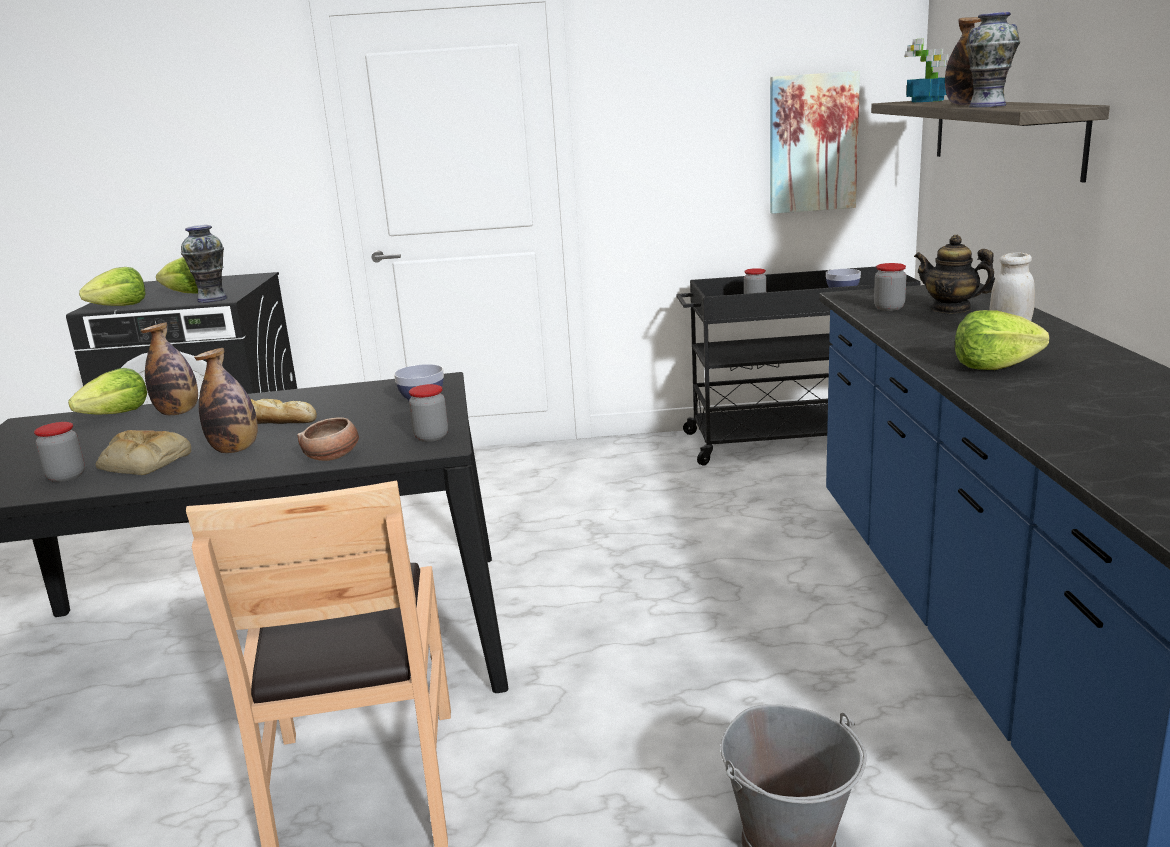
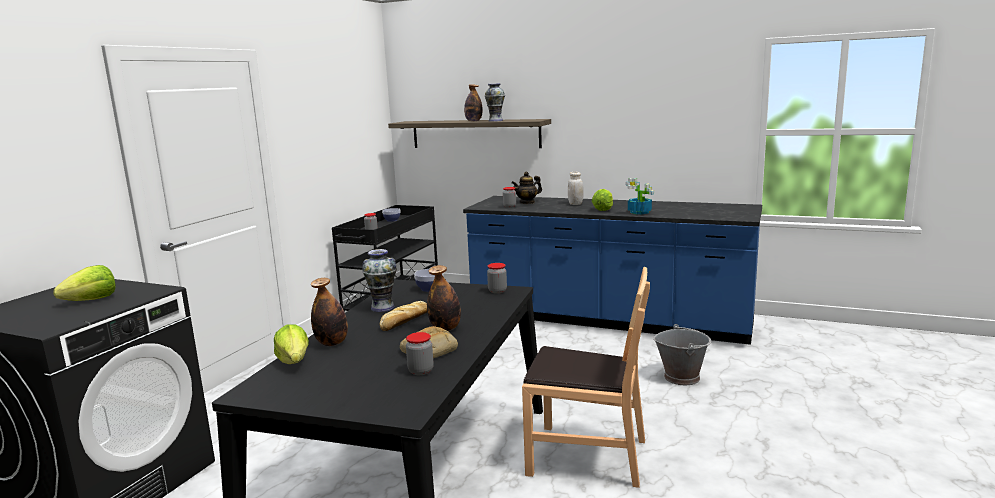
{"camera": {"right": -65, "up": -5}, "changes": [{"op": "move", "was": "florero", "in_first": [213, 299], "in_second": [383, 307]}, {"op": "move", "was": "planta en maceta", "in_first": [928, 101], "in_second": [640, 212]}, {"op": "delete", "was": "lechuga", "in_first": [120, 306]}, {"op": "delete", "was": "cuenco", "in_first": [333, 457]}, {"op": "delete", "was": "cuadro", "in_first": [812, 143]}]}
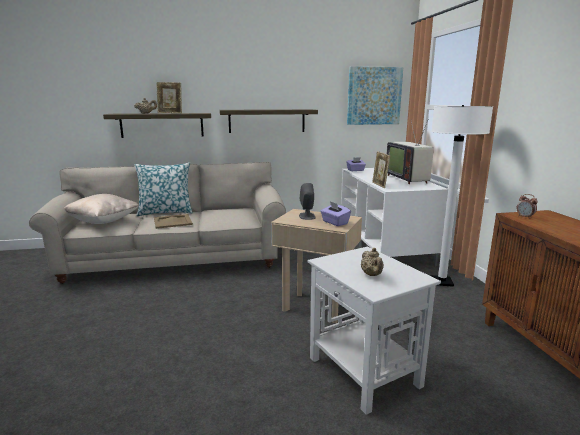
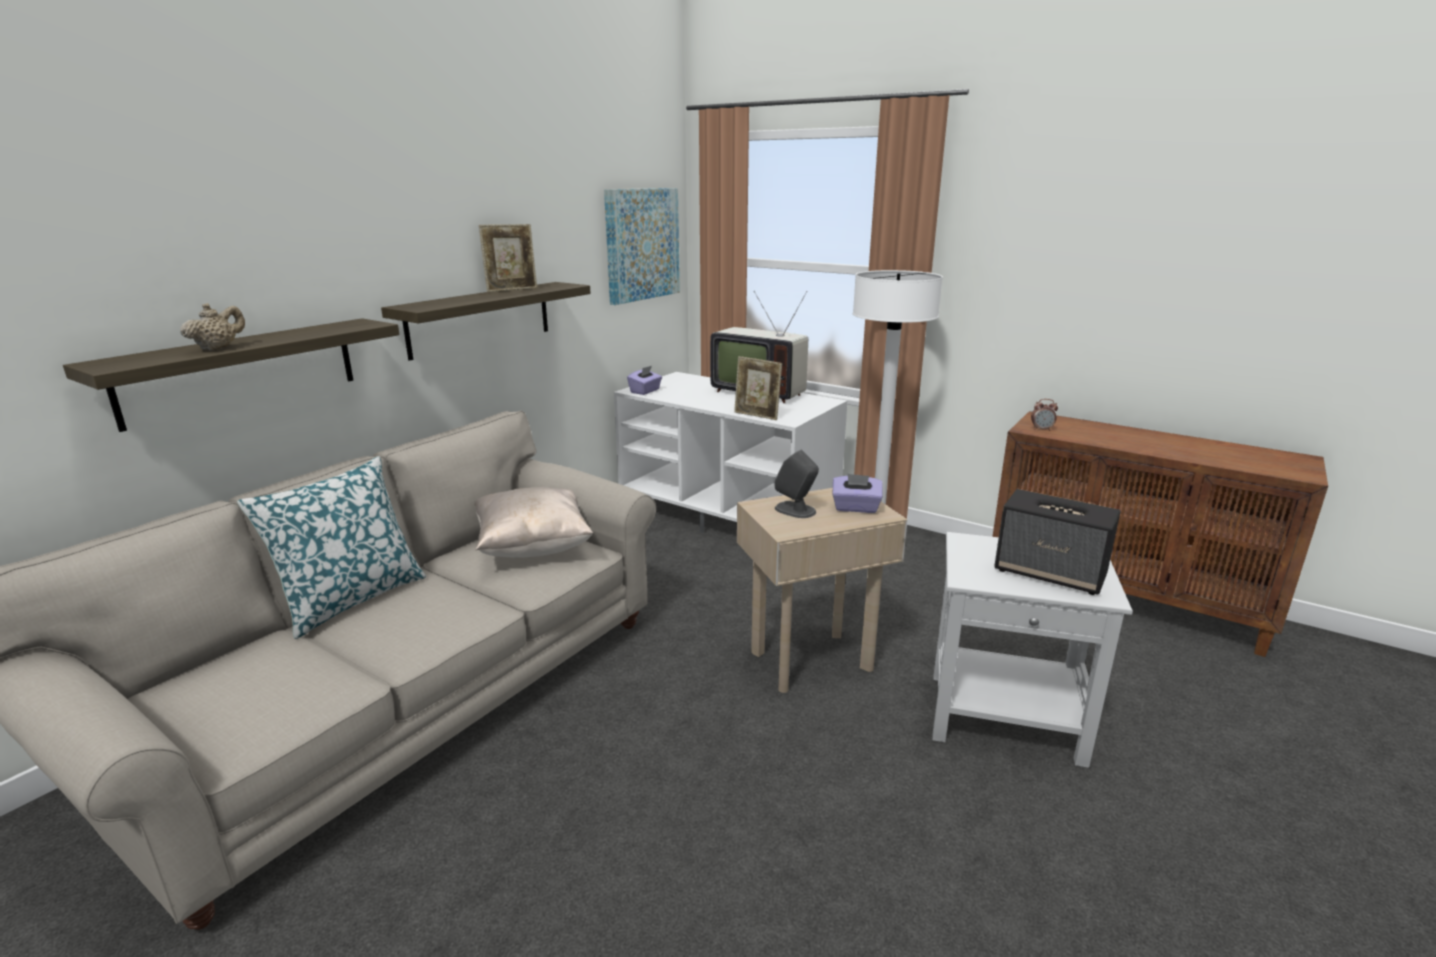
{"camera": {"right": -45, "up": 5}, "changes": [{"op": "move", "was": "cojín [beis]", "in_first": [103, 221], "in_second": [533, 547]}, {"op": "move", "was": "portarretratos", "in_first": [170, 113], "in_second": [512, 290]}, {"op": "replace", "was": "tetera [beis]", "now": "altavoz", "in_first": [372, 275], "in_second": [1051, 574]}, {"op": "delete", "was": "bandeja [beis]", "in_first": [172, 221]}]}
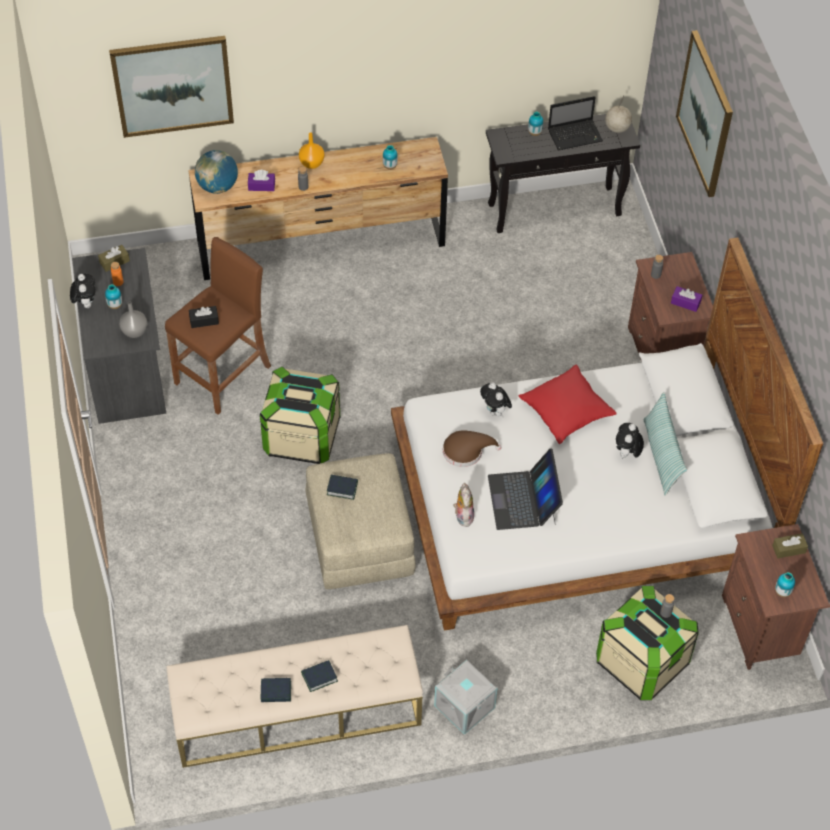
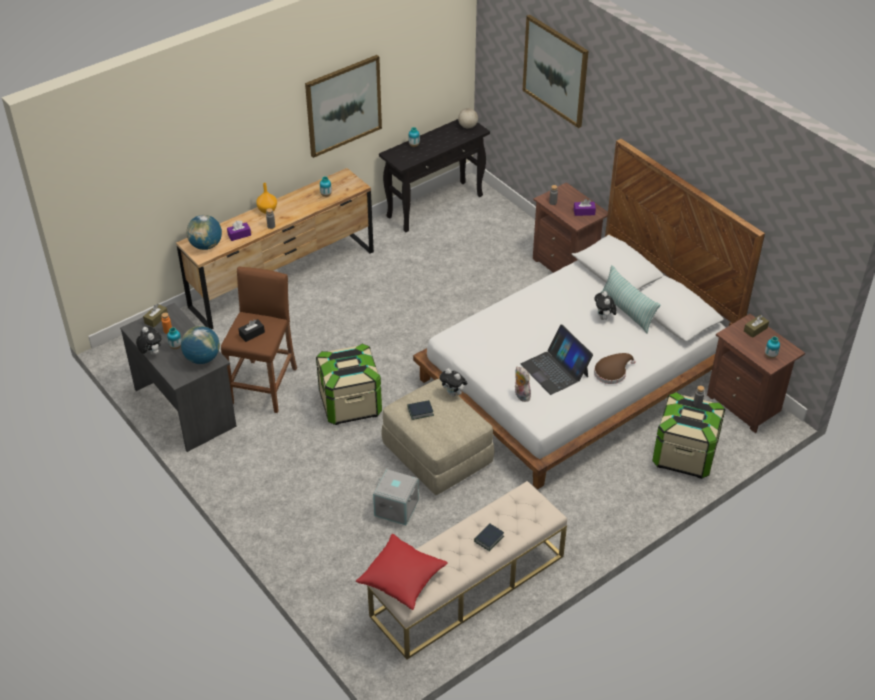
{"camera": {"right": -25, "up": -10}, "changes": [{"op": "replace", "was": "florero [gris]", "now": "globo terráqueo", "in_first": [134, 331], "in_second": [202, 358]}, {"op": "move", "was": "cuadro", "in_first": [173, 85], "in_second": [343, 105]}, {"op": "move", "was": "cojín [rojo]", "in_first": [566, 411], "in_second": [402, 578]}, {"op": "move", "was": "caja de almacenaje [gris]", "in_first": [465, 706], "in_second": [397, 507]}, {"op": "move", "was": "peluche", "in_first": [495, 412], "in_second": [453, 393]}, {"op": "move", "was": "sombrero [marrón]", "in_first": [466, 451], "in_second": [612, 372]}, {"op": "delete", "was": "libro", "in_first": [276, 692]}, {"op": "delete", "was": "portátil", "in_first": [576, 135]}]}
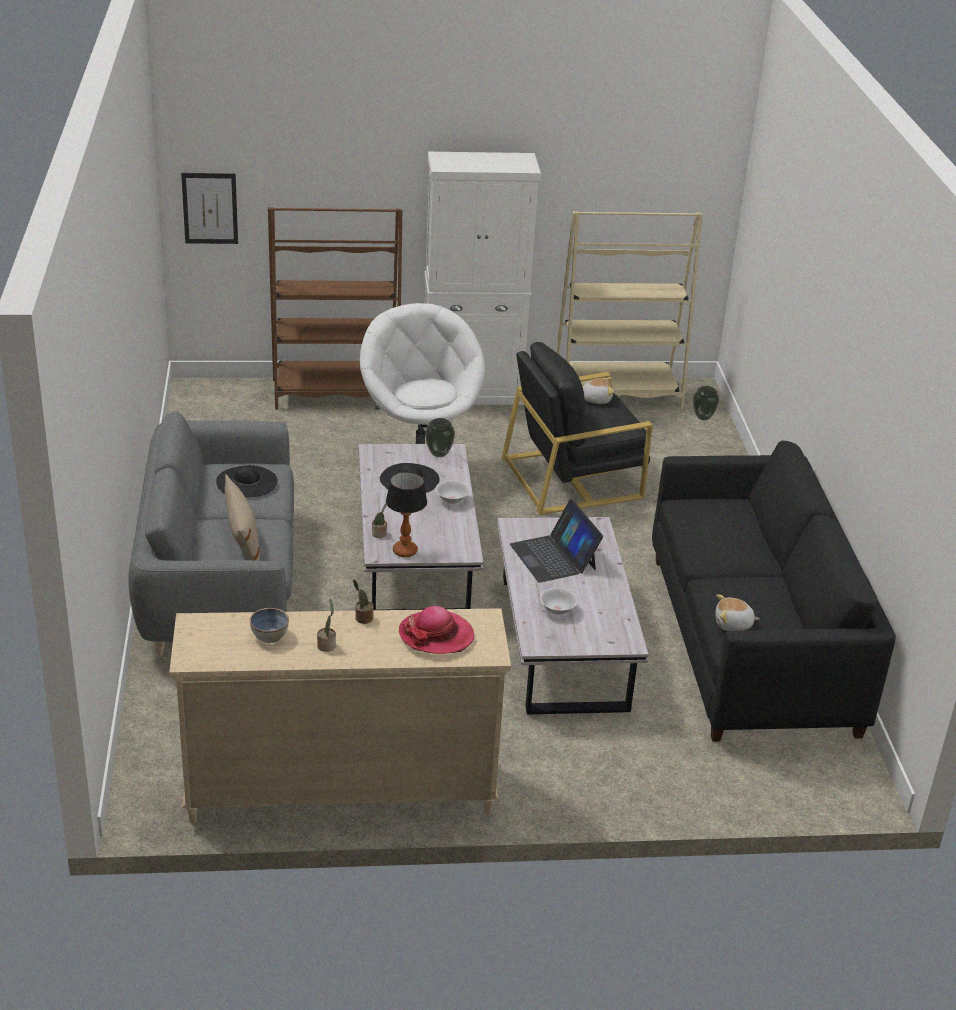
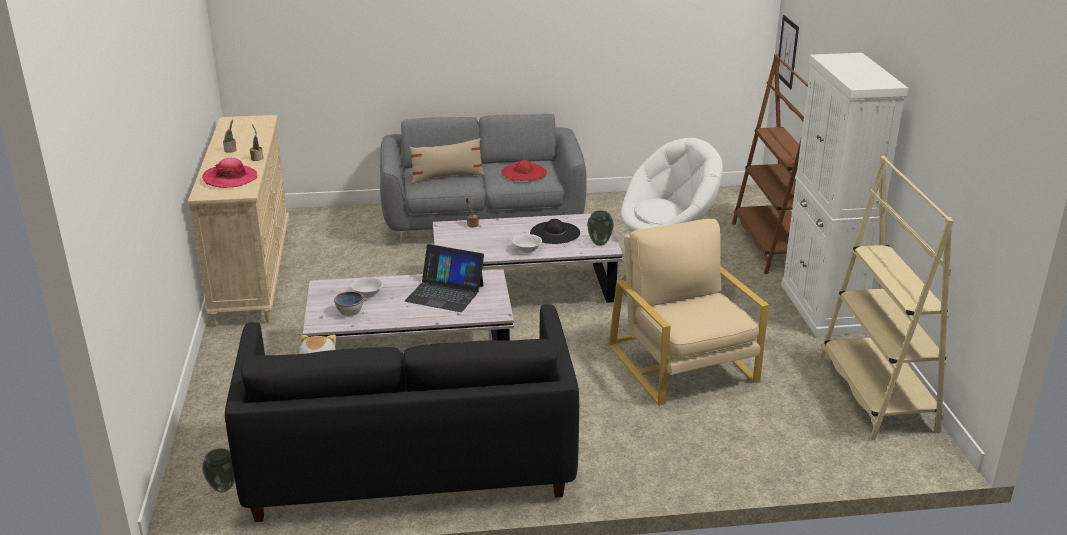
{"camera": {"right": 90, "up": -5}, "changes": [{"op": "move", "was": "florero", "in_first": [703, 418], "in_second": [223, 488]}, {"op": "move", "was": "cuenco", "in_first": [269, 635], "in_second": [350, 311]}, {"op": "rotate", "was": "portátil", "in_first": [554, 557], "in_second": [445, 293], "clockwise": -135}, {"op": "recolor", "was": "sombrero [negro]", "now": "sombrero [rojo]", "in_first": [246, 482], "in_second": [524, 172]}, {"op": "recolor", "was": "sillón [negro]", "now": "sillón [beis]", "in_first": [573, 477], "in_second": [683, 364]}, {"op": "delete", "was": "lámpara de mesa", "in_first": [405, 551]}, {"op": "delete", "was": "peluche", "in_first": [596, 399]}]}
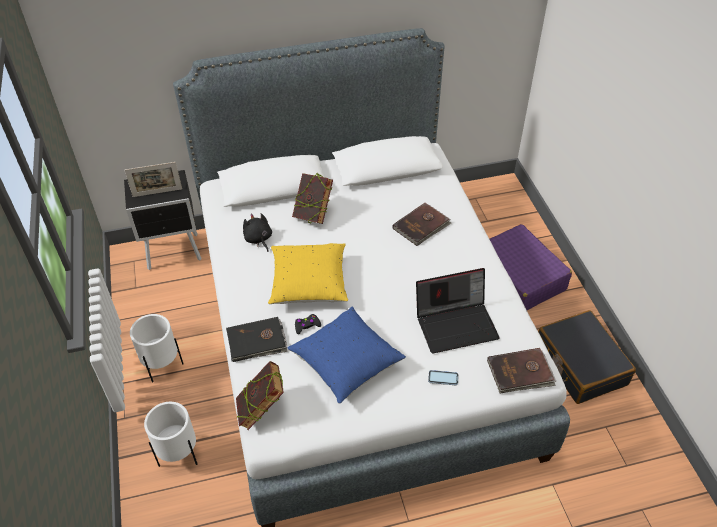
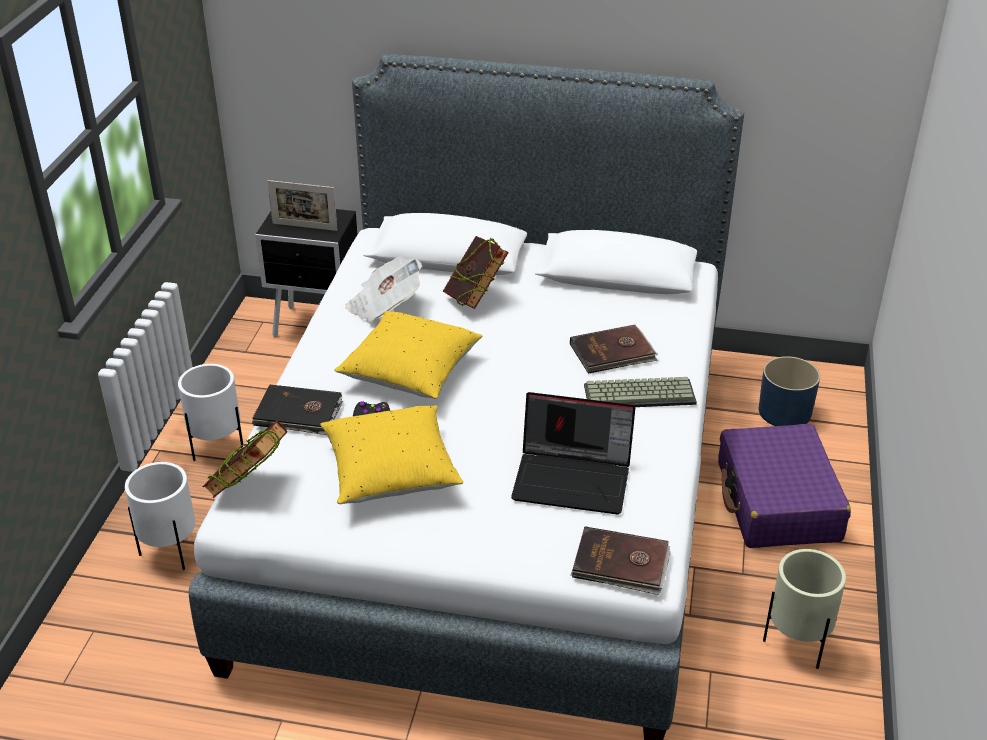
{"camera": {"right": 25, "up": -10}, "changes": [{"op": "recolor", "was": "cojín [azul]", "now": "cojín [amarillo]", "in_first": [346, 363], "in_second": [391, 473]}, {"op": "replace", "was": "peluche [negro]", "now": "periódico", "in_first": [258, 239], "in_second": [384, 306]}, {"op": "insert", "now": "teclado", "in_second": [640, 393]}, {"op": "insert", "now": "maceta [azul]", "in_second": [784, 412]}, {"op": "replace", "was": "maleta [negro]", "now": "maceta [beis]", "in_first": [580, 364], "in_second": [797, 645]}, {"op": "delete", "was": "móvil", "in_first": [443, 378]}]}
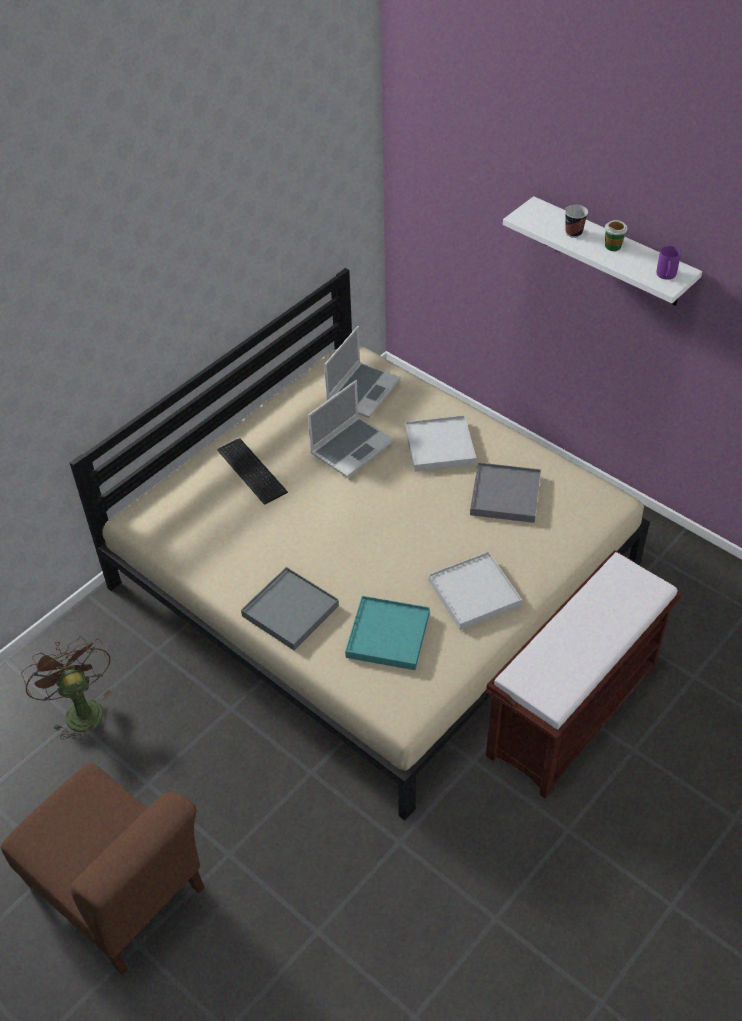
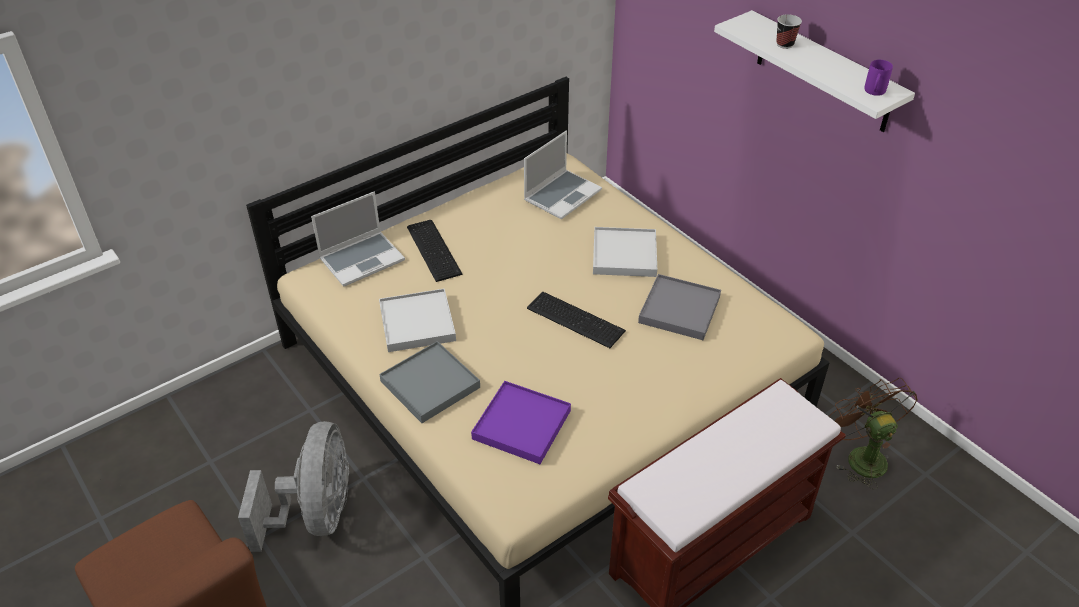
{"camera": {"right": 10, "up": -5}, "changes": [{"op": "insert", "now": "ventilador [gris]", "in_second": [316, 514]}, {"op": "move", "was": "portátil", "in_first": [351, 447], "in_second": [362, 259]}, {"op": "move", "was": "bandeja [blanco]", "in_first": [474, 593], "in_second": [417, 323]}, {"op": "recolor", "was": "bandeja [turquesa]", "now": "bandeja [morado]", "in_first": [388, 635], "in_second": [522, 424]}, {"op": "insert", "now": "teclado", "in_second": [575, 318]}, {"op": "move", "was": "ventilador [marrón]", "in_first": [80, 710], "in_second": [860, 456]}, {"op": "delete", "was": "taza", "in_first": [613, 246]}]}
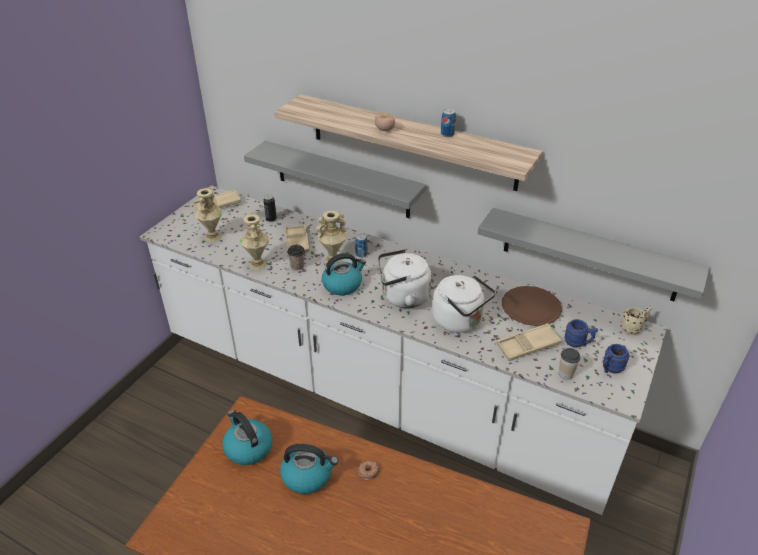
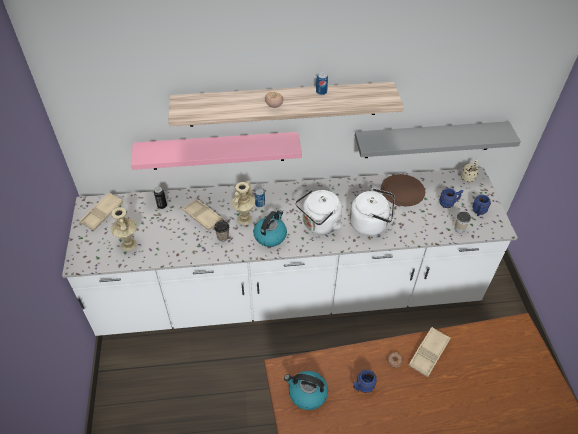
{"camera": {"right": -35, "up": 10}, "changes": [{"op": "recolor", "was": "estante [gris]", "now": "estante [rosa]", "in_first": [342, 179], "in_second": [218, 151]}, {"op": "replace", "was": "hervidor", "now": "taza grande [azul]", "in_first": [308, 476], "in_second": [362, 387]}, {"op": "move", "was": "bandeja [beis]", "in_first": [528, 346], "in_second": [428, 353]}, {"op": "delete", "was": "florero [beis]", "in_first": [258, 264]}]}
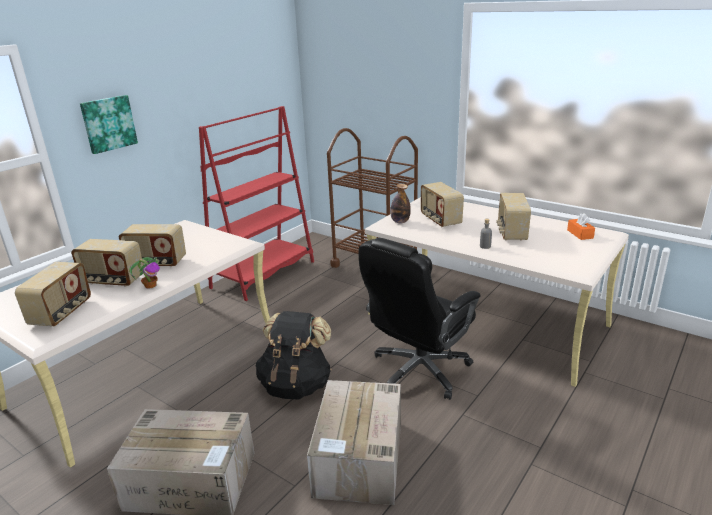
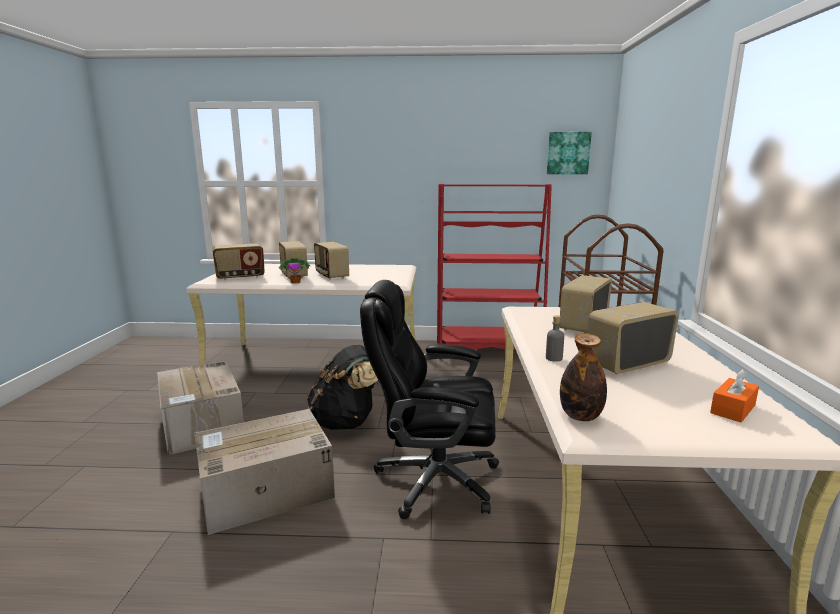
{"camera": {"right": 55, "up": -10}, "changes": [{"op": "move", "was": "cuadro", "in_first": [108, 123], "in_second": [568, 153]}, {"op": "move", "was": "botella", "in_first": [400, 222], "in_second": [580, 416]}]}
